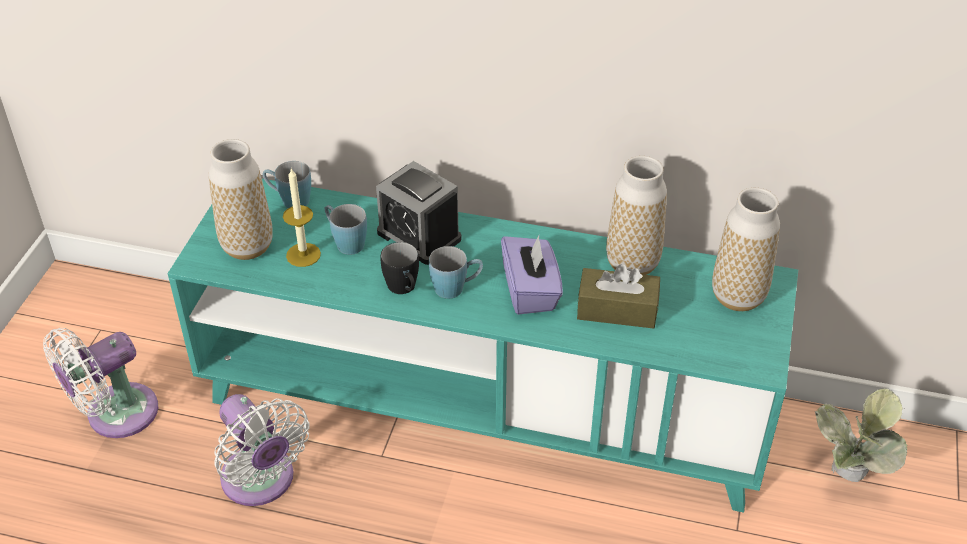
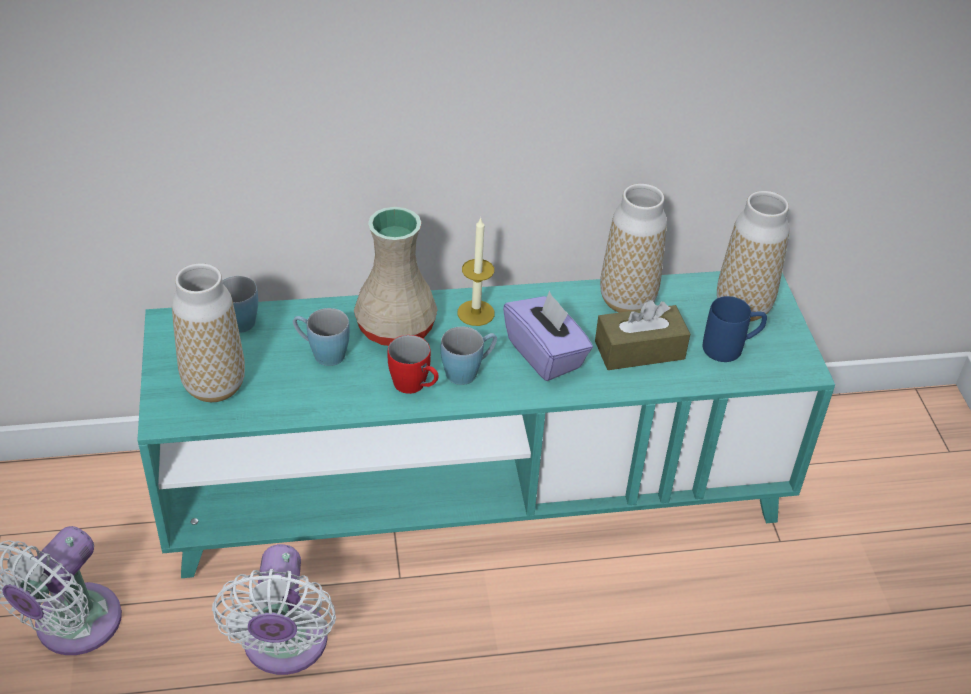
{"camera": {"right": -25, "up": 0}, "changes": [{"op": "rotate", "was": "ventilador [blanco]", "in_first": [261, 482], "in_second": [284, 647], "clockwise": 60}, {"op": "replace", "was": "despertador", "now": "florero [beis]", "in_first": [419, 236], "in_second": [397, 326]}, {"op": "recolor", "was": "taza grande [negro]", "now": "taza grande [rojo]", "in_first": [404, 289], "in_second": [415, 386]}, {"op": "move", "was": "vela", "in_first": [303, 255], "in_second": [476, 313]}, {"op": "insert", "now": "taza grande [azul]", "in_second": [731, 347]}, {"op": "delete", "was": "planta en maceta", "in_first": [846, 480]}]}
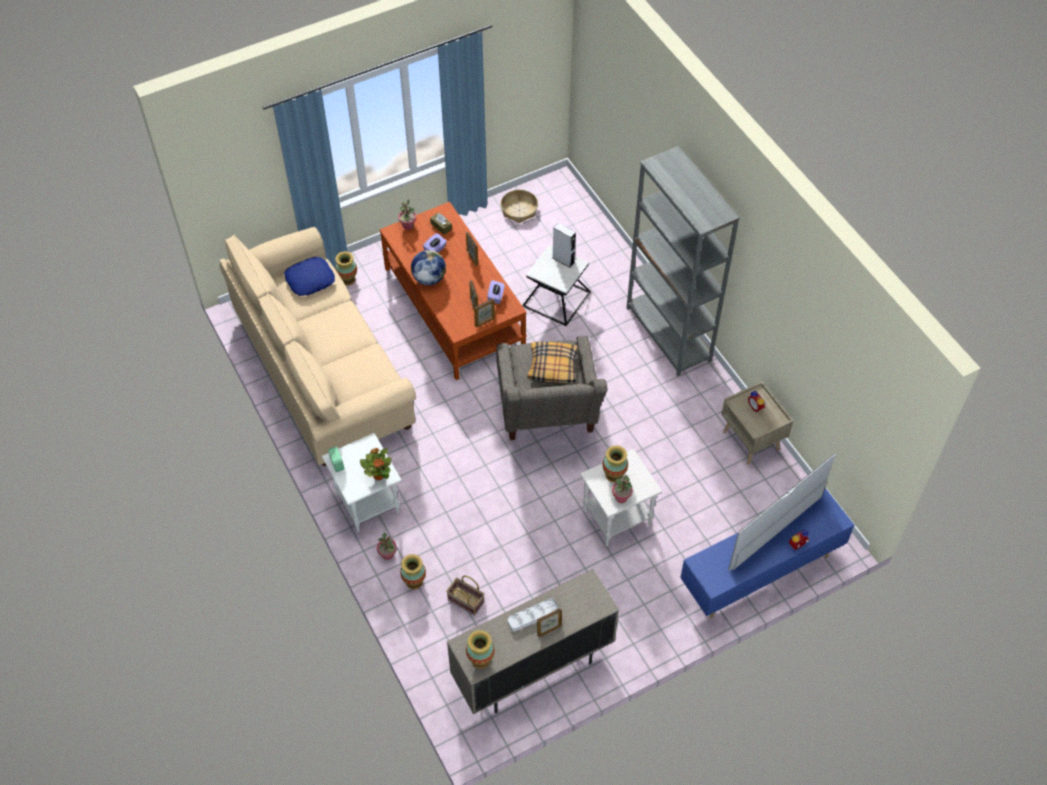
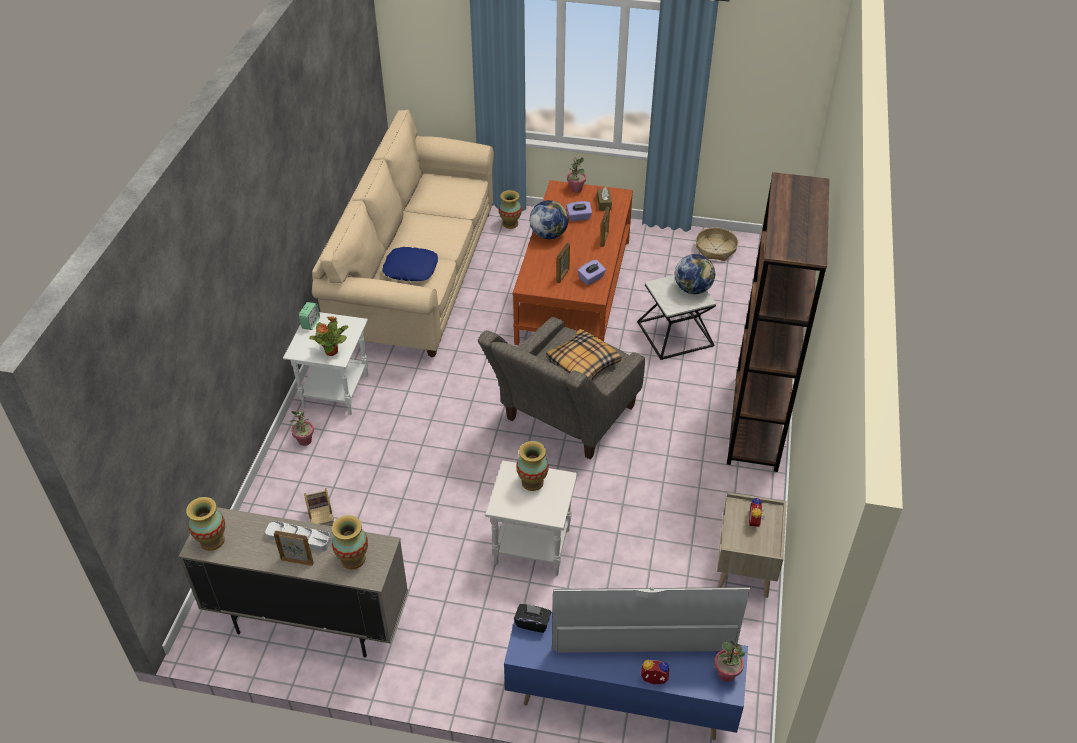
{"camera": {"right": 40, "up": -10}, "changes": [{"op": "move", "was": "florero", "in_first": [414, 581], "in_second": [353, 559]}, {"op": "move", "was": "cojín [azul]", "in_first": [310, 279], "in_second": [411, 269]}, {"op": "insert", "now": "caja de pañuelos [negro]", "in_second": [532, 623]}, {"op": "replace", "was": "altavoz [gris]", "now": "globo terráqueo", "in_first": [563, 260], "in_second": [693, 289]}, {"op": "move", "was": "planta en maceta", "in_first": [621, 497], "in_second": [726, 673]}, {"op": "recolor", "was": "estantería [gris]", "now": "estantería [marrón]", "in_first": [668, 334], "in_second": [756, 423]}, {"op": "delete", "was": "portarretratos", "in_first": [485, 322]}]}
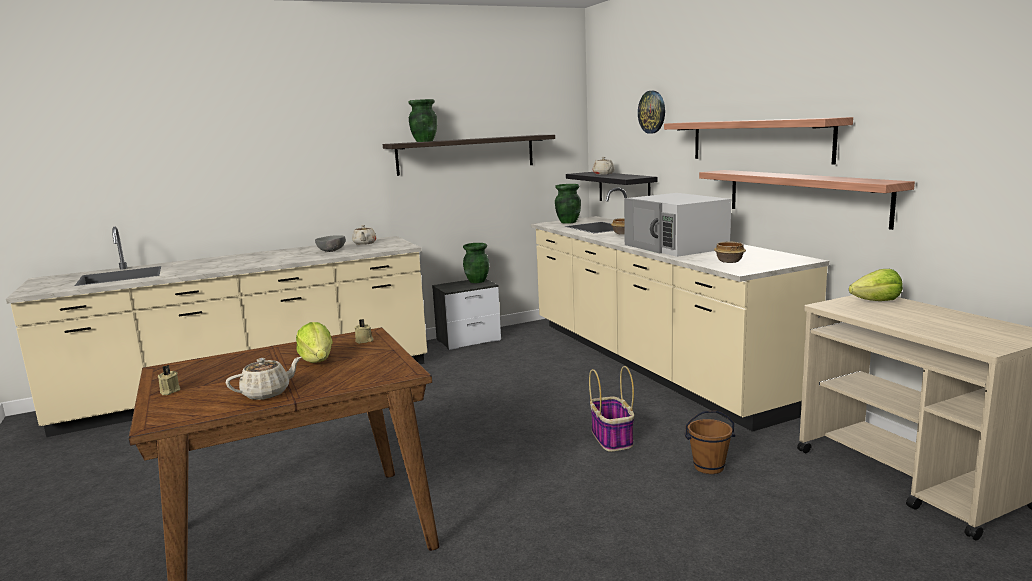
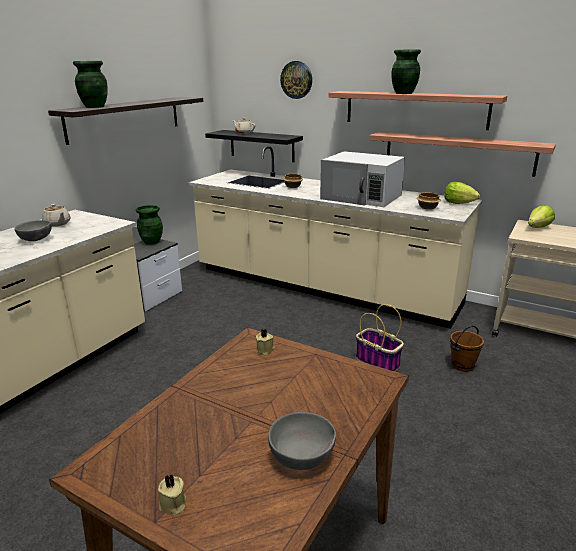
{"camera": {"right": -35, "up": 10}, "changes": [{"op": "replace", "was": "tetera [beis]", "now": "cuenco [gris]", "in_first": [267, 393], "in_second": [303, 458]}, {"op": "move", "was": "florero [verde]", "in_first": [568, 222], "in_second": [403, 93]}, {"op": "move", "was": "lechuga", "in_first": [318, 361], "in_second": [458, 203]}]}
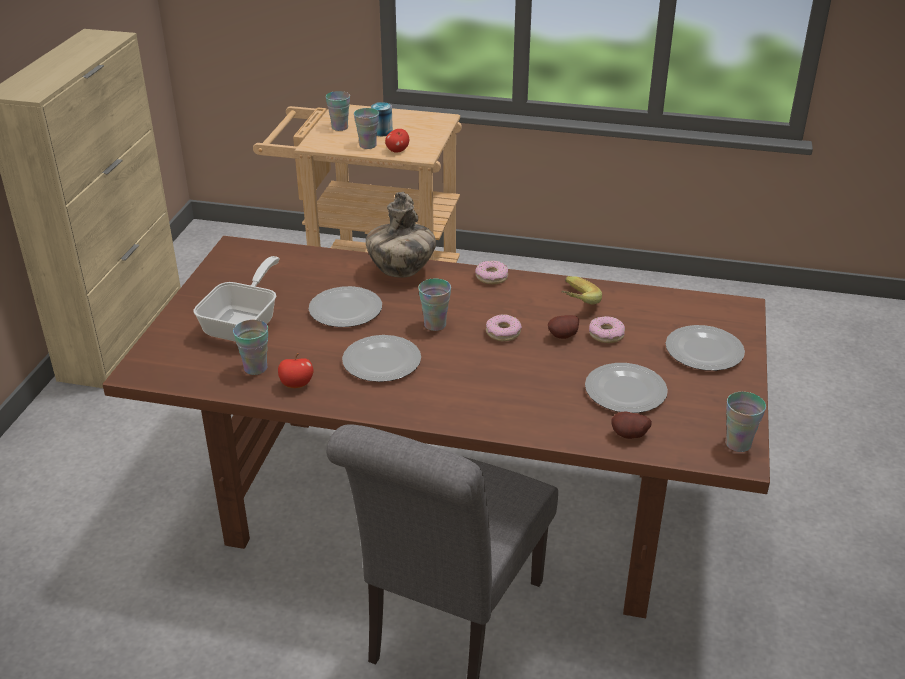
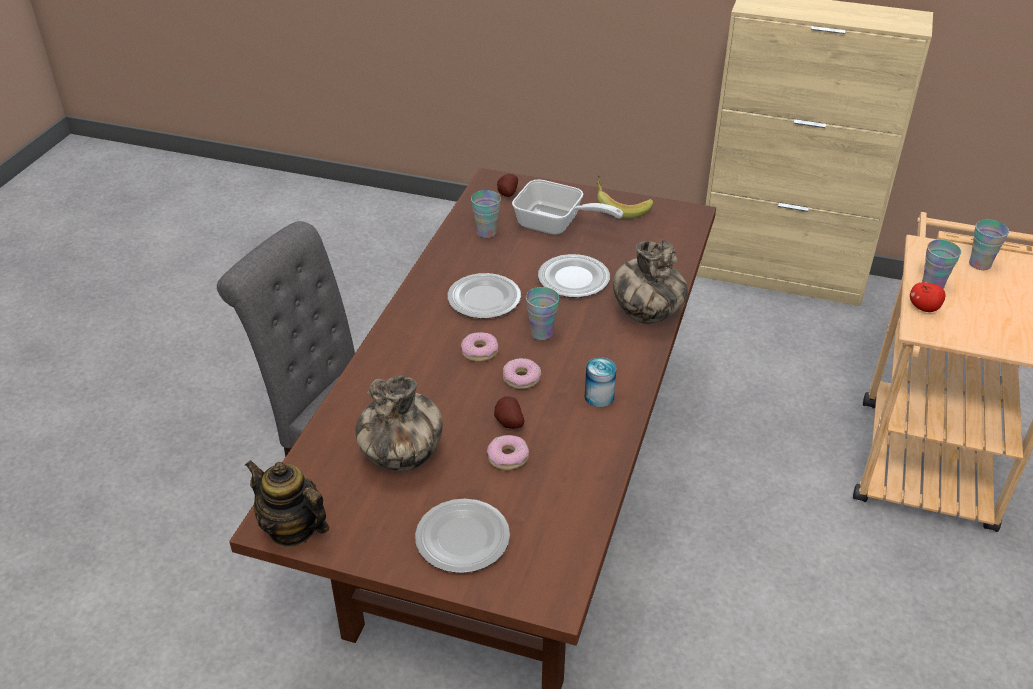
{"camera": {"right": 95, "up": 5}, "changes": [{"op": "replace", "was": "taza", "now": "tetera", "in_first": [738, 444], "in_second": [292, 529]}, {"op": "replace", "was": "plato", "now": "florero", "in_first": [626, 390], "in_second": [403, 457]}, {"op": "move", "was": "rosquilla", "in_first": [491, 277], "in_second": [479, 352]}, {"op": "move", "was": "patata", "in_first": [629, 436], "in_second": [506, 194]}, {"op": "move", "was": "lata", "in_first": [382, 132], "in_second": [599, 397]}, {"op": "move", "was": "plátano", "in_first": [573, 302], "in_second": [620, 207]}, {"op": "delete", "was": "manzana", "in_first": [296, 385]}]}
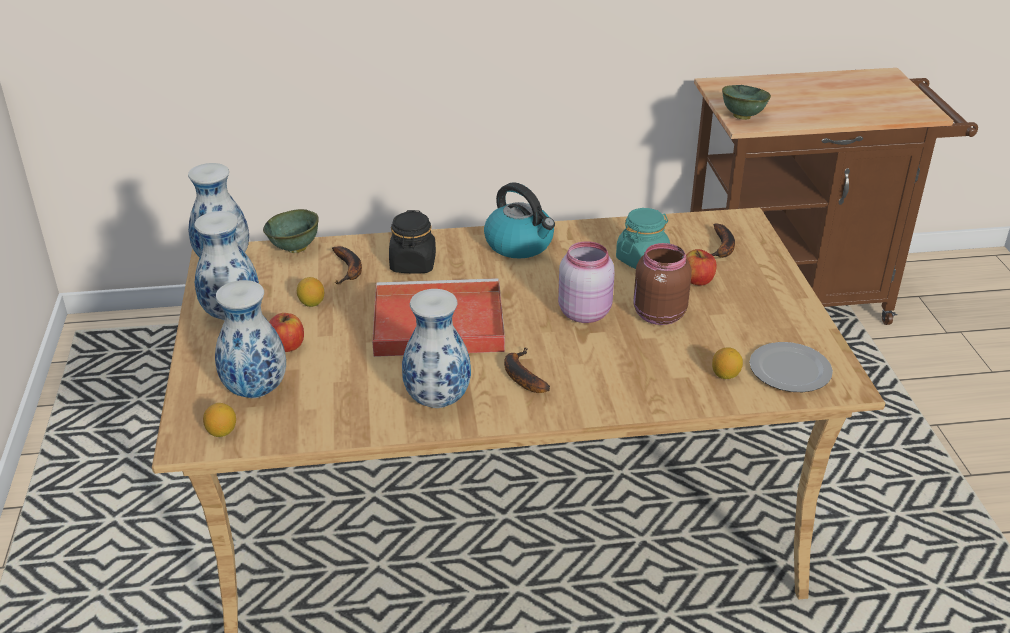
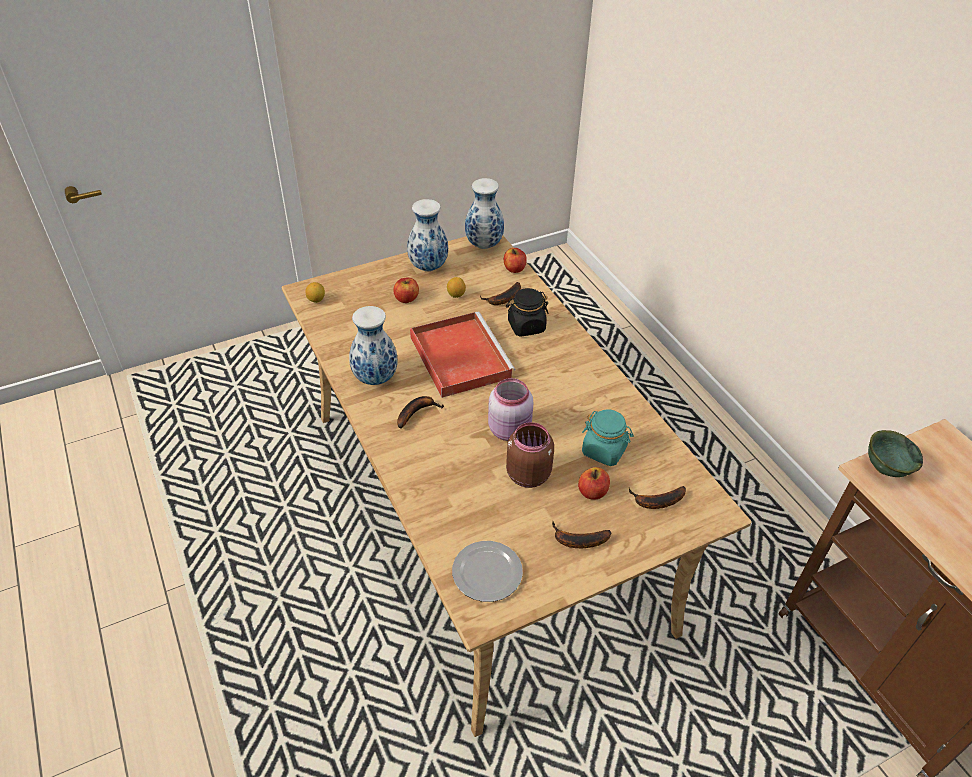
{"camera": {"right": 70, "up": 10}, "changes": [{"op": "replace", "was": "cuenco [verde]", "now": "manzana", "in_first": [295, 249], "in_second": [514, 269]}, {"op": "insert", "now": "plátano", "in_second": [577, 541]}, {"op": "delete", "was": "florero", "in_first": [254, 391]}, {"op": "delete", "was": "hervidor", "in_first": [520, 244]}, {"op": "delete", "was": "limón", "in_first": [725, 375]}]}
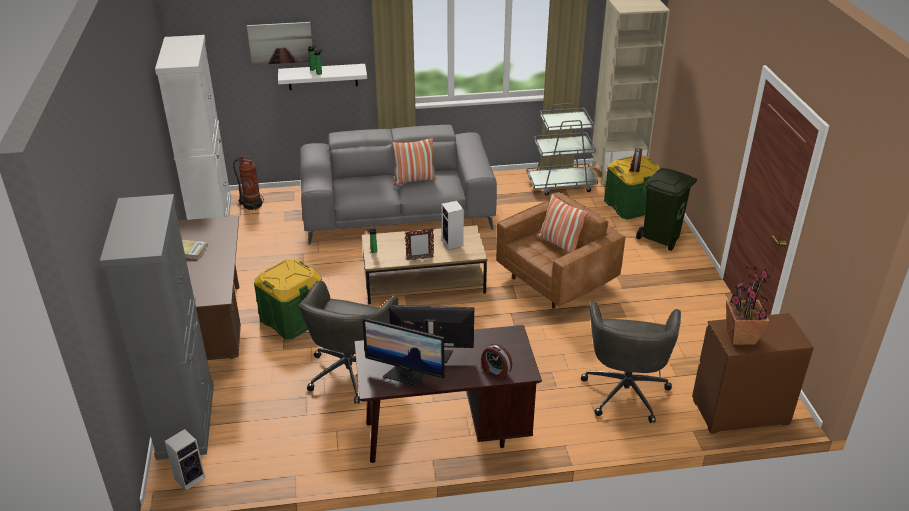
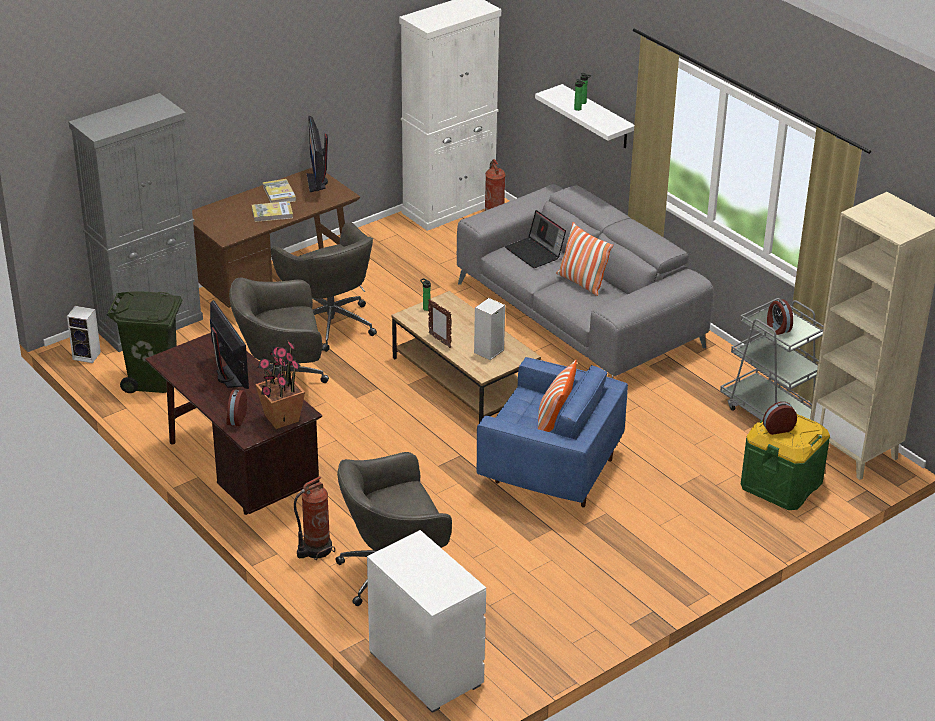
{"camera": {"right": 60, "up": 0}, "changes": [{"op": "move", "was": "papelera [verde]", "in_first": [661, 237], "in_second": [153, 380]}, {"op": "insert", "now": "libro", "in_second": [272, 213]}, {"op": "move", "was": "planta en maceta", "in_first": [740, 337], "in_second": [281, 418]}, {"op": "replace", "was": "caja de almacenaje [verde]", "now": "silla de oficina [gris]", "in_first": [293, 319], "in_second": [329, 323]}, {"op": "insert", "now": "extintor", "in_second": [315, 549]}, {"op": "move", "was": "monitor", "in_first": [406, 375], "in_second": [317, 182]}, {"op": "recolor", "was": "cómoda [marrón]", "now": "cómoda [blanco]", "in_first": [739, 411], "in_second": [425, 668]}, {"op": "recolor", "was": "sillón [marrón]", "now": "sillón [azul]", "in_first": [556, 281], "in_second": [550, 470]}, {"op": "insert", "now": "portátil", "in_second": [535, 253]}, {"op": "insert", "now": "despertador", "in_second": [777, 328]}, {"op": "delete", "was": "cuadro", "in_first": [280, 43]}]}
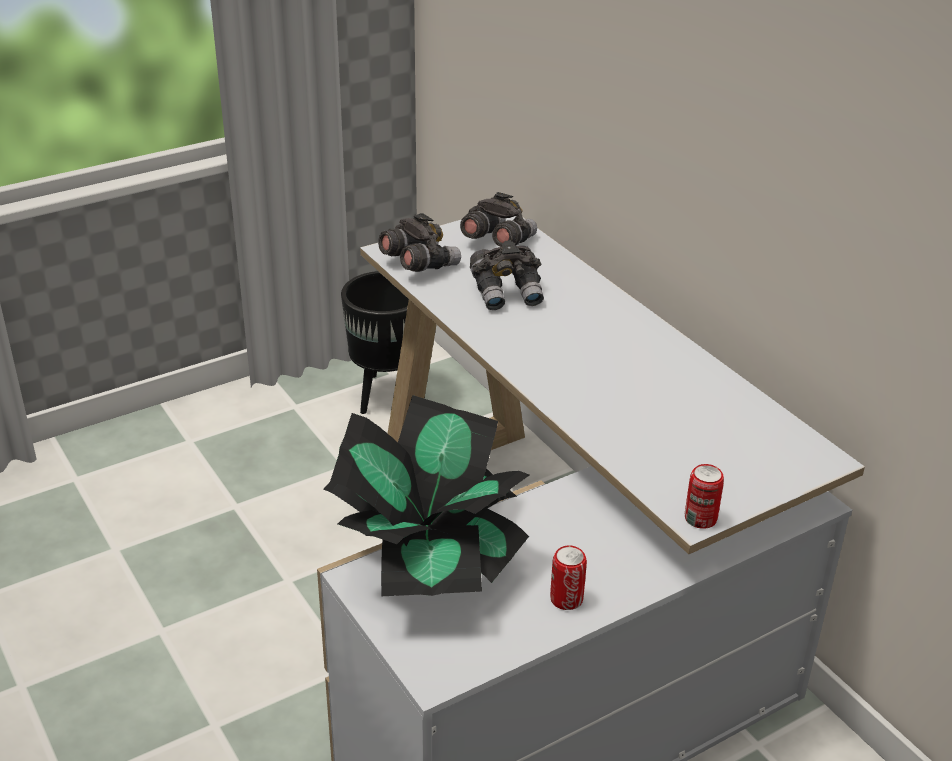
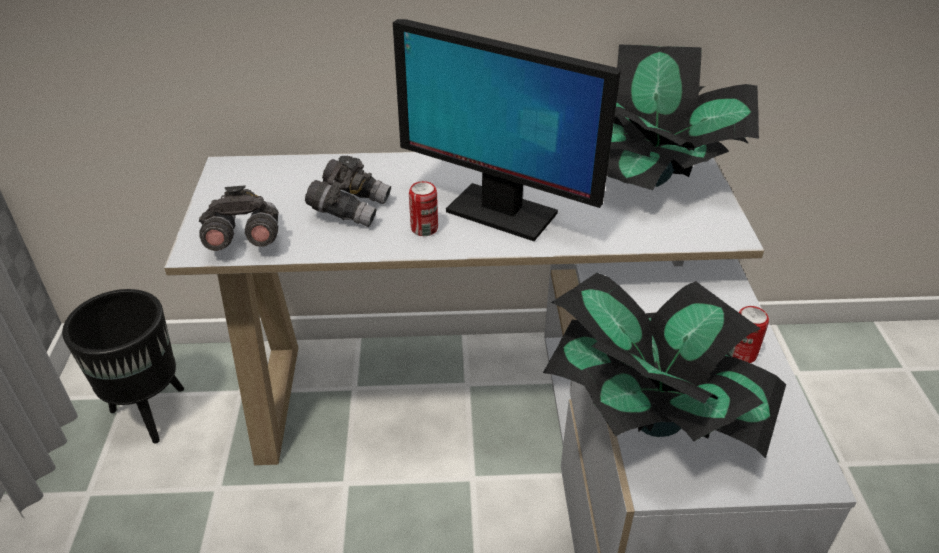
{"camera": {"right": -60, "up": 5}, "changes": [{"op": "insert", "now": "monitor", "in_second": [500, 212]}, {"op": "move", "was": "lata", "in_first": [700, 518], "in_second": [424, 229]}, {"op": "insert", "now": "planta en maceta", "in_second": [651, 178]}, {"op": "delete", "was": "prismáticos [gris]", "in_first": [498, 242]}]}
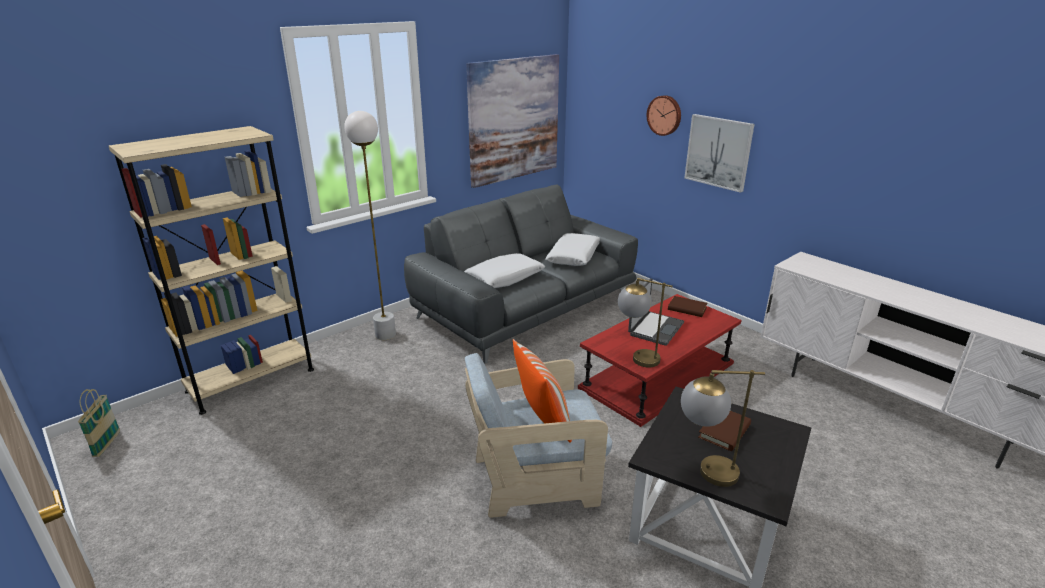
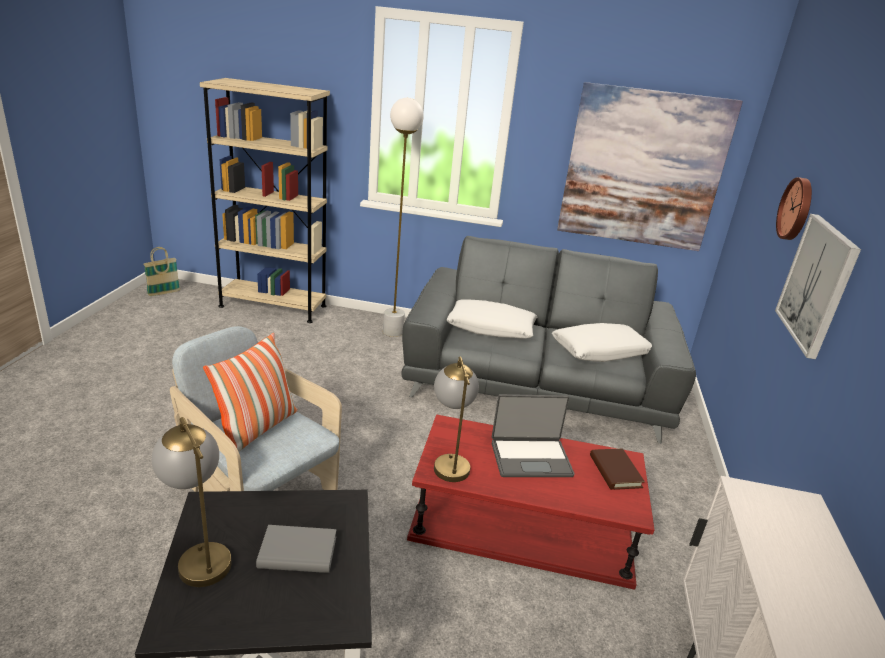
{"camera": {"right": 50, "up": 0}, "changes": [{"op": "recolor", "was": "libro [marrón]", "now": "libro [gris]", "in_first": [724, 431], "in_second": [297, 553]}]}
